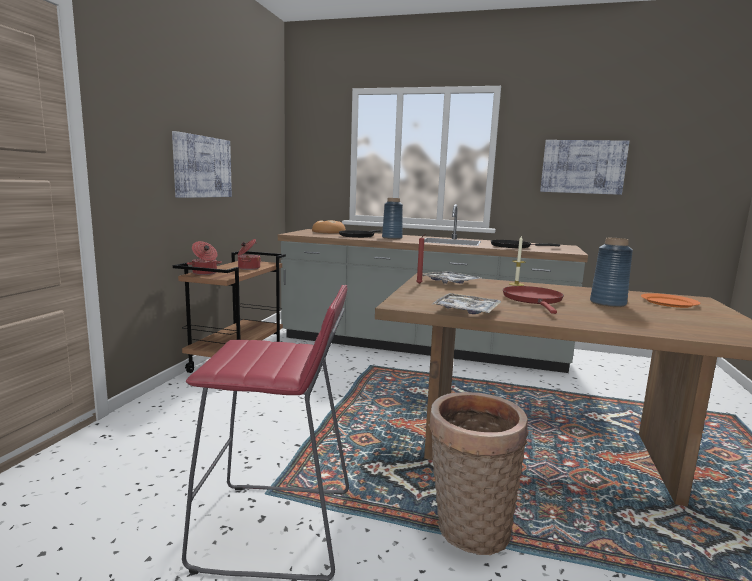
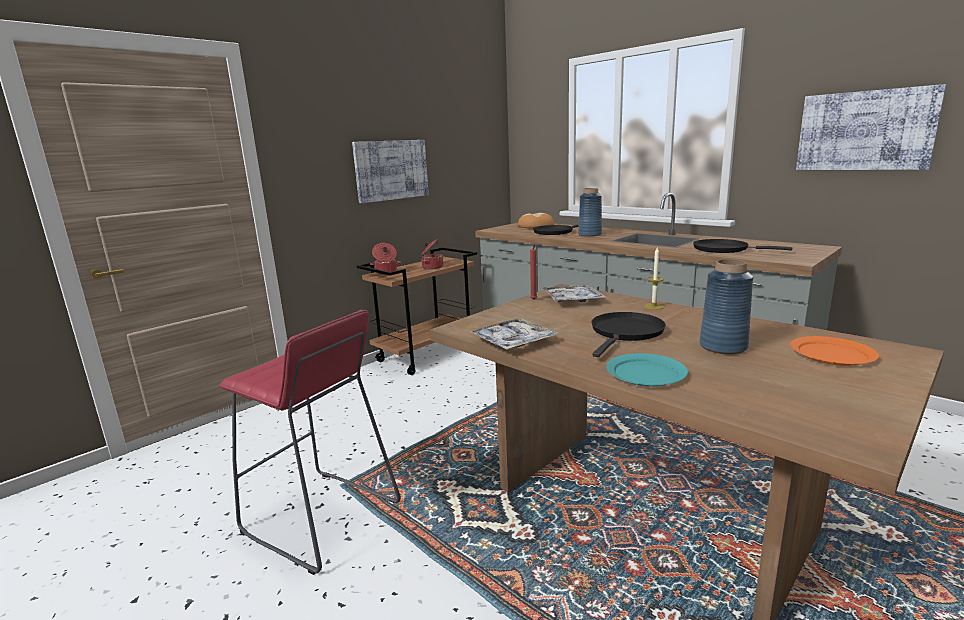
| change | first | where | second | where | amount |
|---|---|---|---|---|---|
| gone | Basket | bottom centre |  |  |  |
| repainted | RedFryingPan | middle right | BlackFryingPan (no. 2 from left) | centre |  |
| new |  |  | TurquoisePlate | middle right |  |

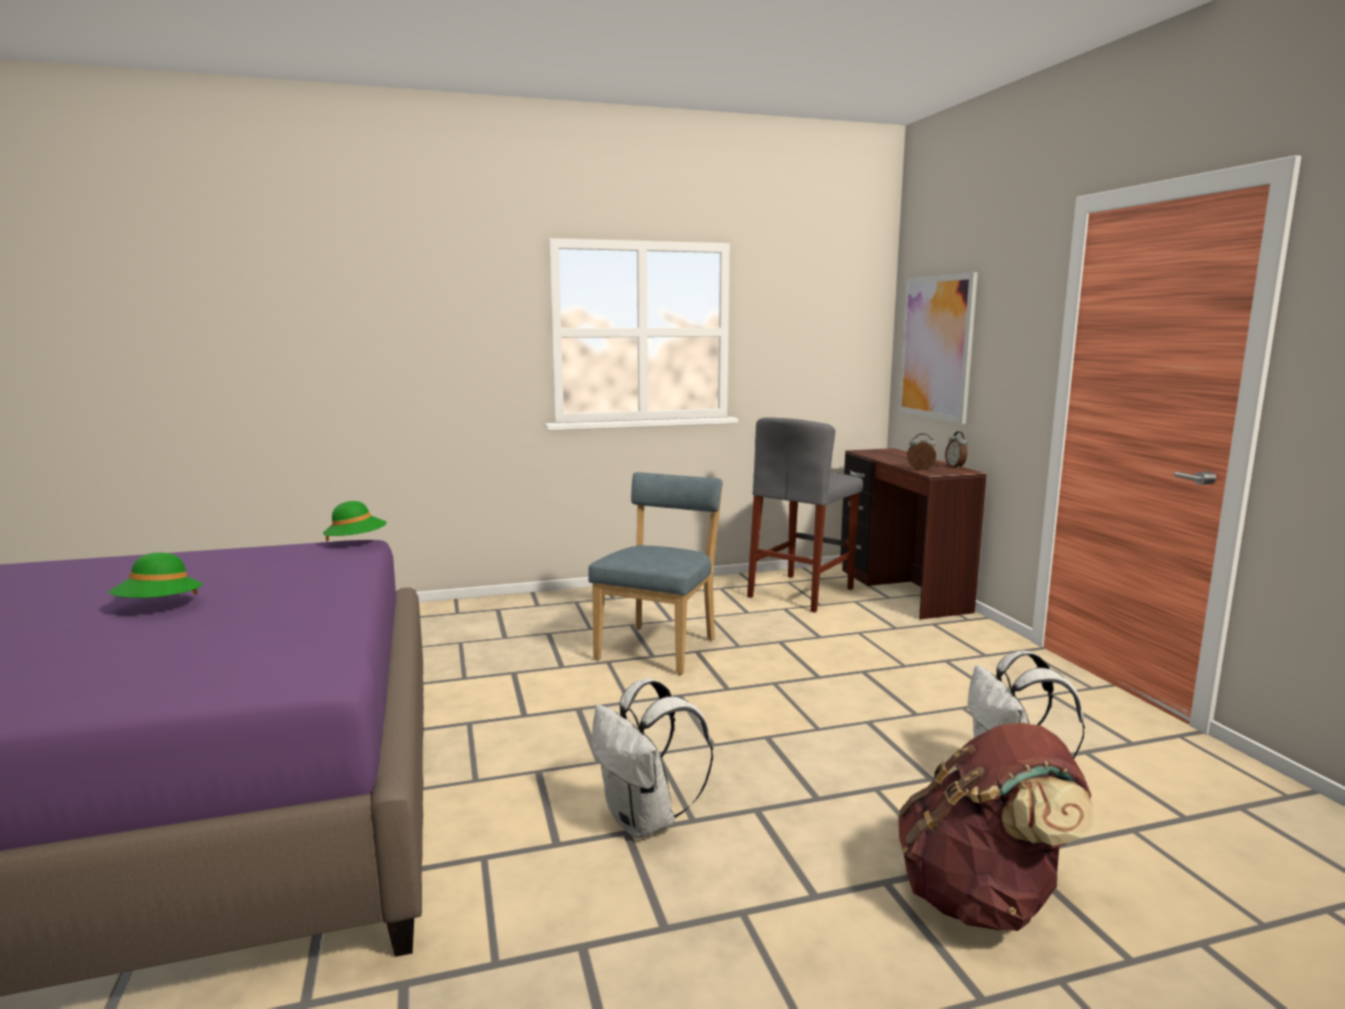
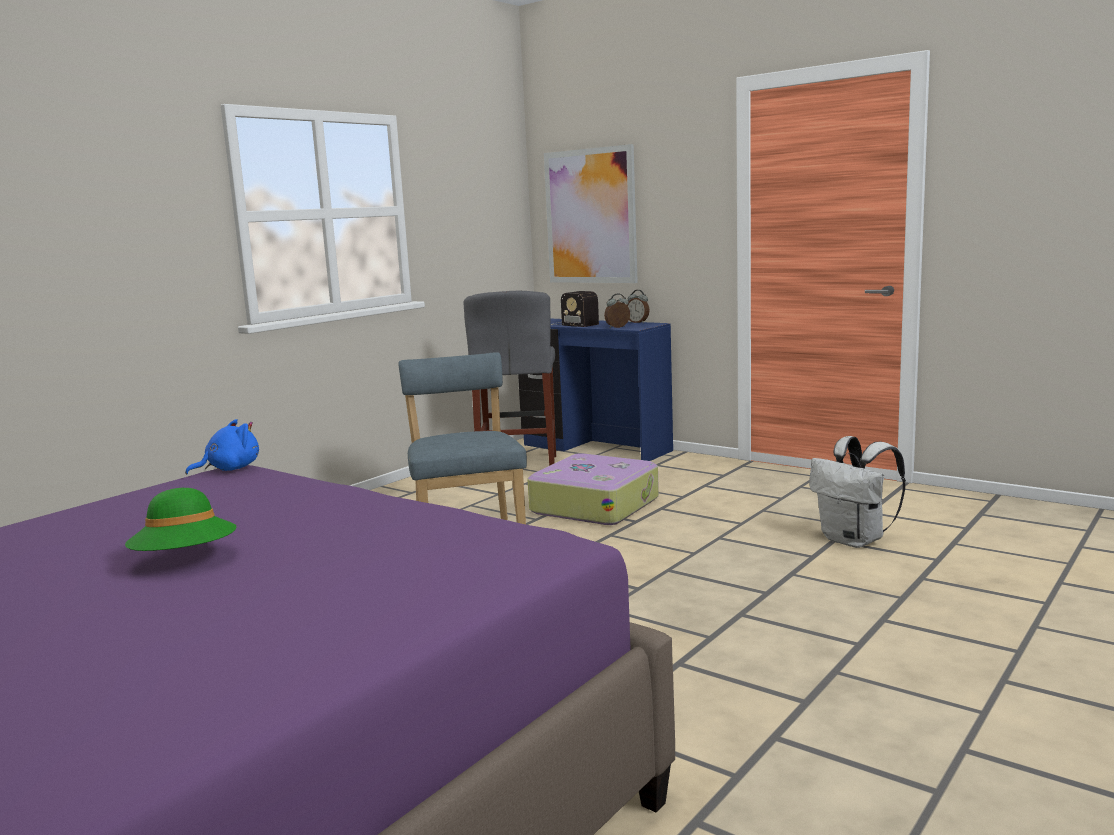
| change | first | where | second | where | amount |
|---|---|---|---|---|---|
| swapped | GreenHat (no. 2 from left) | middle left | BluePlushToy | middle left |  |
| gone | WhiteBackpack (no. 1 from left) | bottom centre |  |  |  |
| repainted | BrownDesk | middle right | BlueDesk | centre |  |
| gone | BrownBackpack | bottom right |  |  |  |
| new |  |  | Suitcase | centre |  |
| new |  |  | Radio | centre |  |

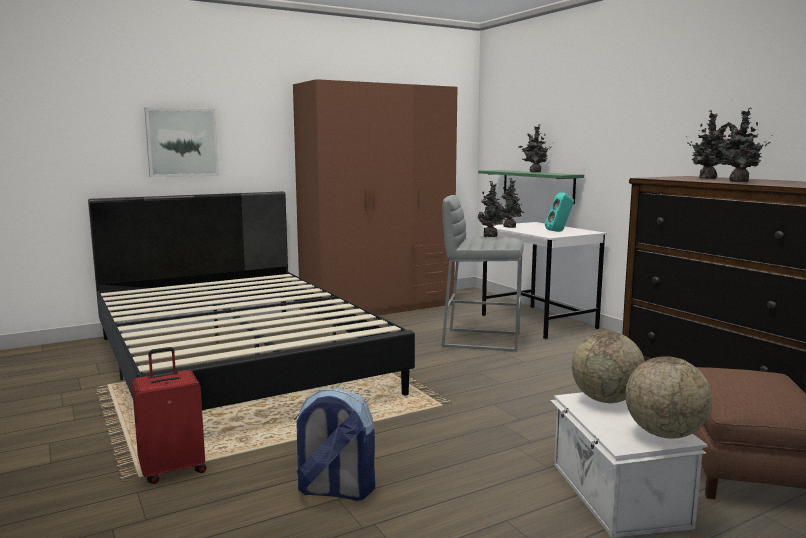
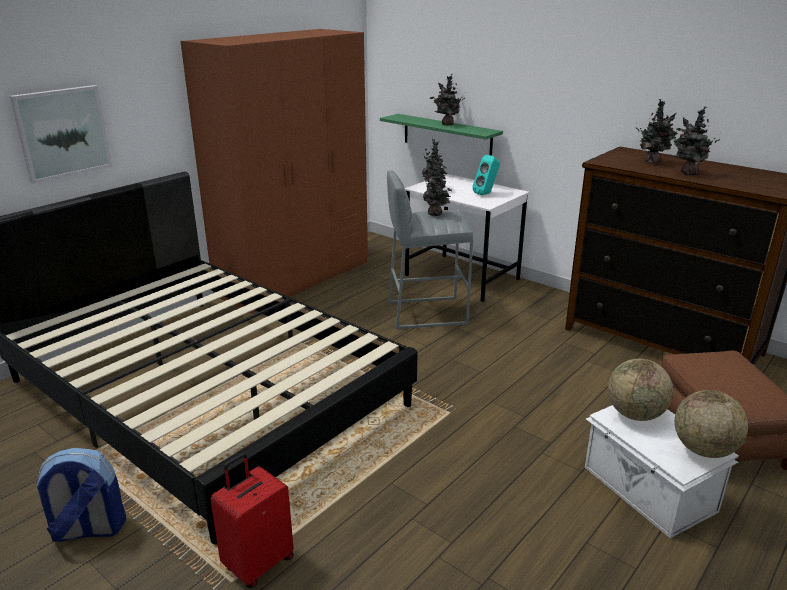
| change | first | where | second | where | amount |
|---|---|---|---|---|---|
| shifted | Backpack | bottom centre |  | bottom left |  |

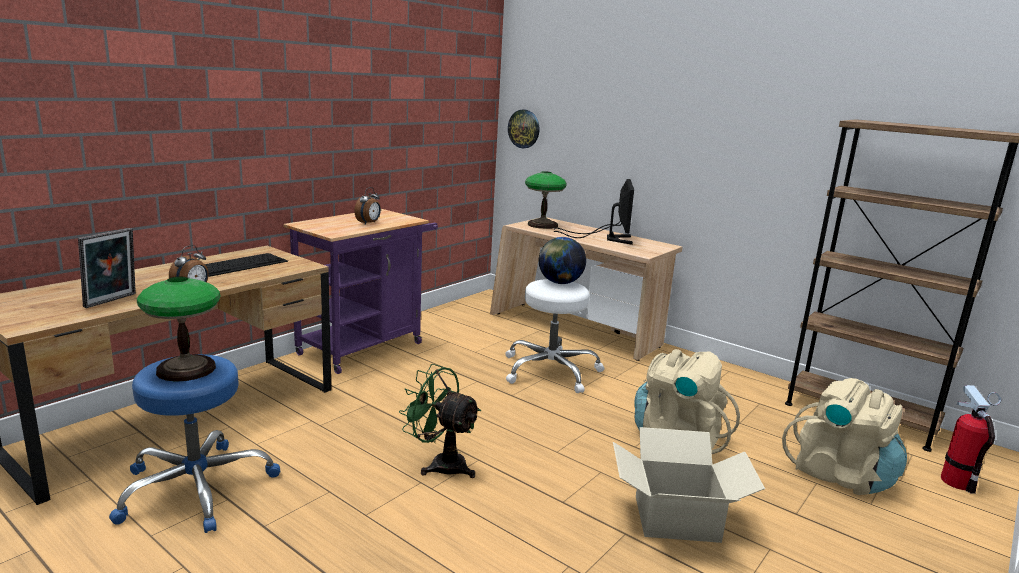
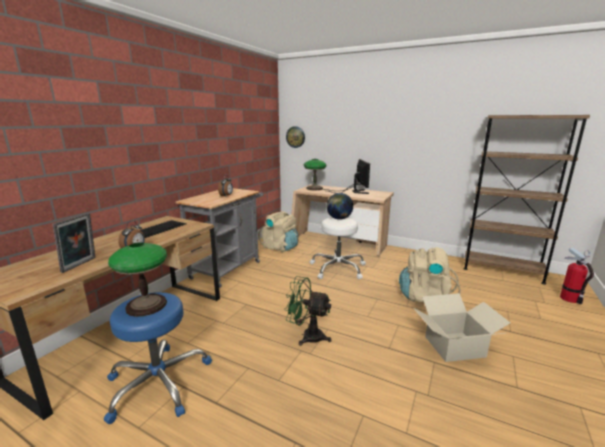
| change | first | where | second | where | amount |
|---|---|---|---|---|---|
| repainted | PurpleCart | centre | GreyCart | centre |  |
| shifted | BeigeBackpack (no. 2 from left in the first image) | bottom right | BeigeBackpack (no. 1 from left) | centre |  |

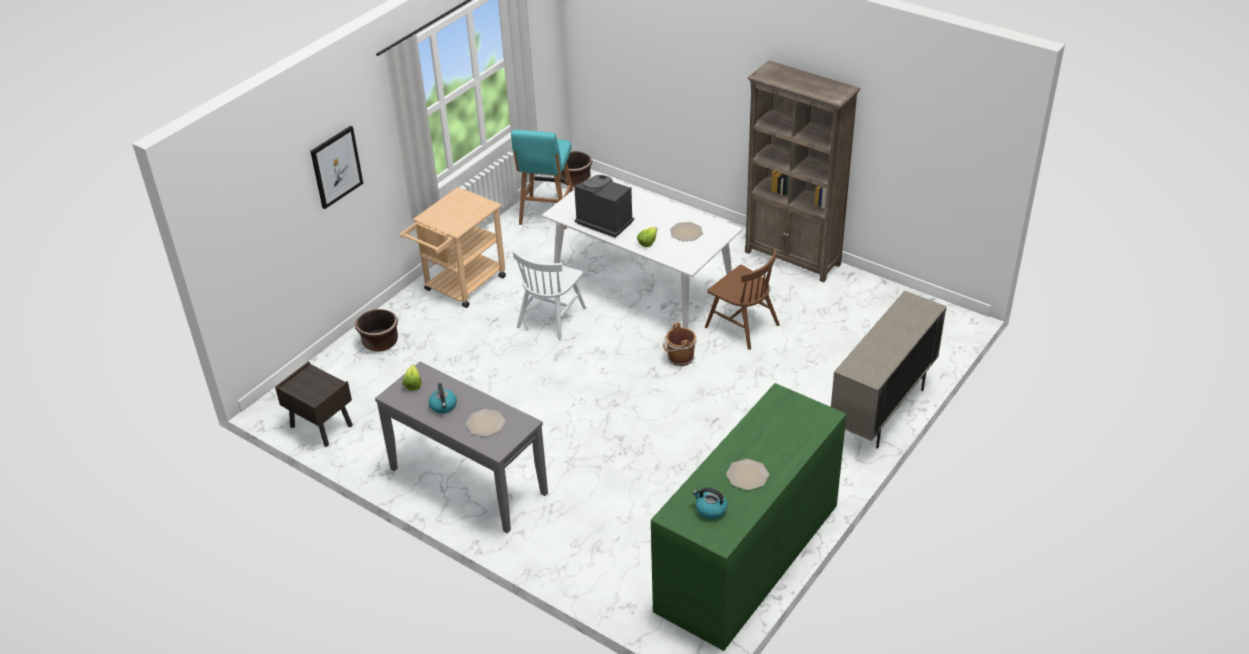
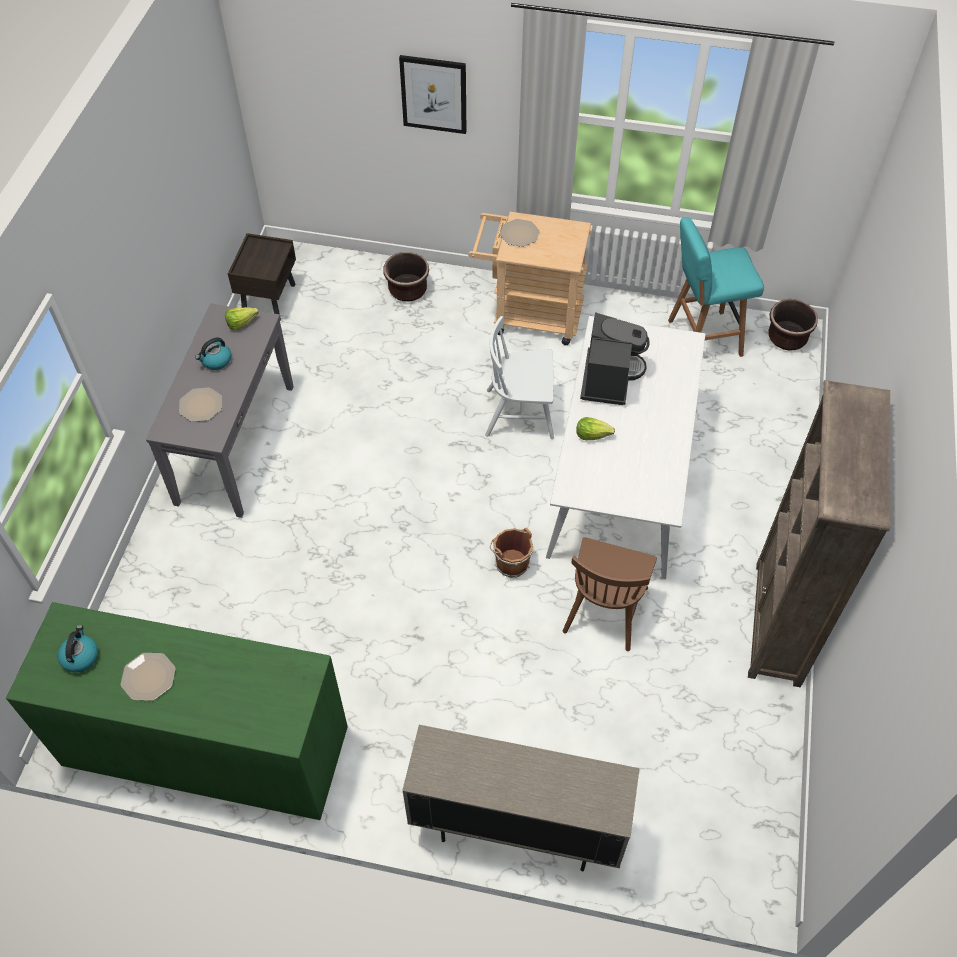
| change | first | where | second | where | amount |
|---|---|---|---|---|---|
| shifted | Plate (no. 2 from left in the first image) | centre | Plate (no. 3 from left) | top centre |  |

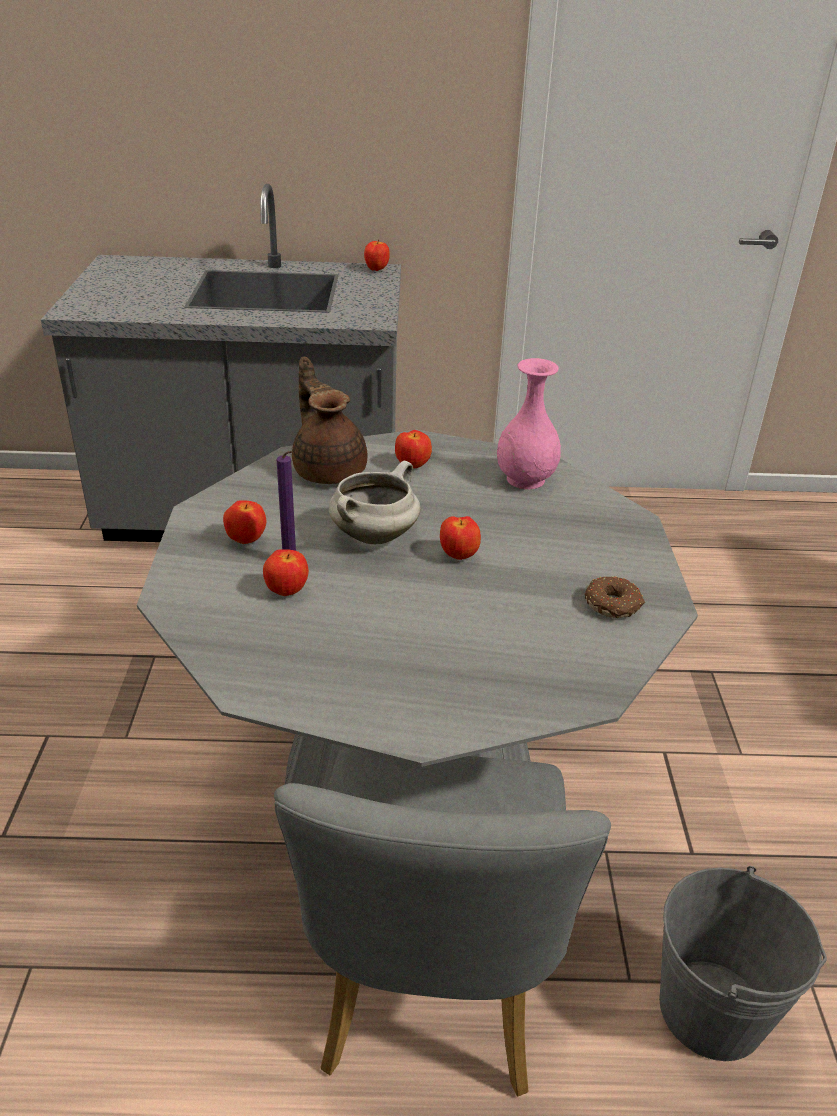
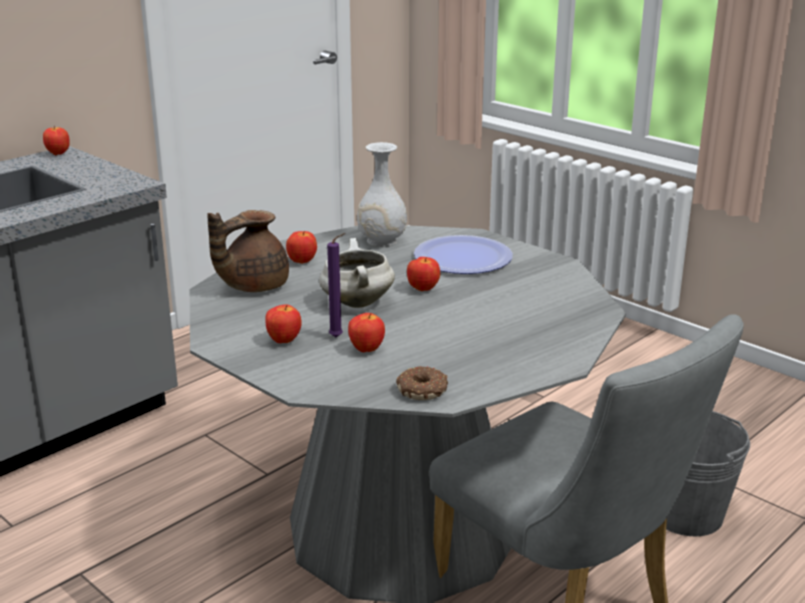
| change | first | where | second | where | amount |
|---|---|---|---|---|---|
| rotated | BrownTeapot | centre |  | middle left | 60 degrees counterclockwise |
| repainted | PinkVase | centre | WhiteVase | top centre |  |
| shifted | Donut | middle right |  | centre |  |
| new |  |  | Plate | centre |  |

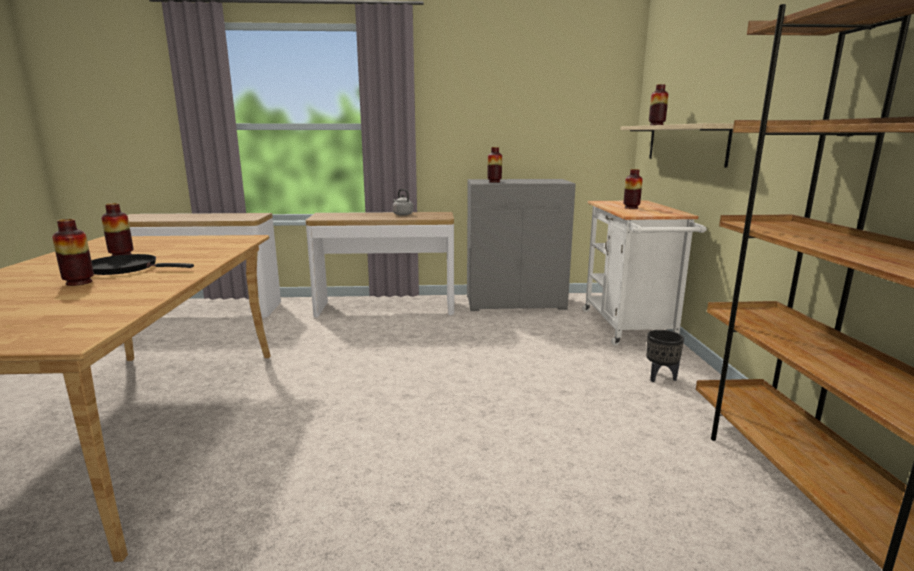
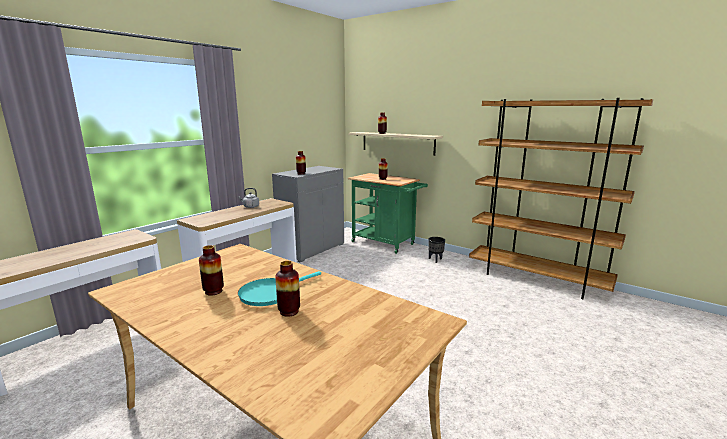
| change | first | where | second | where | amount |
|---|---|---|---|---|---|
| repainted | BlackFryingPan | middle left | TurquoiseFryingPan | centre |  |
| repainted | WhiteCart | middle right | GreenCart | centre |  |

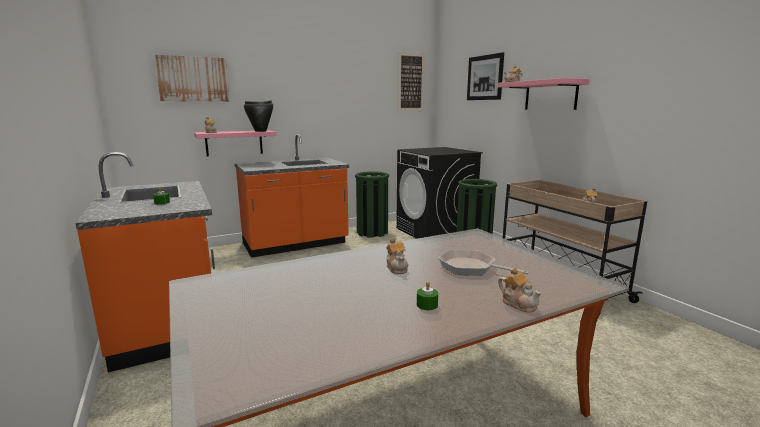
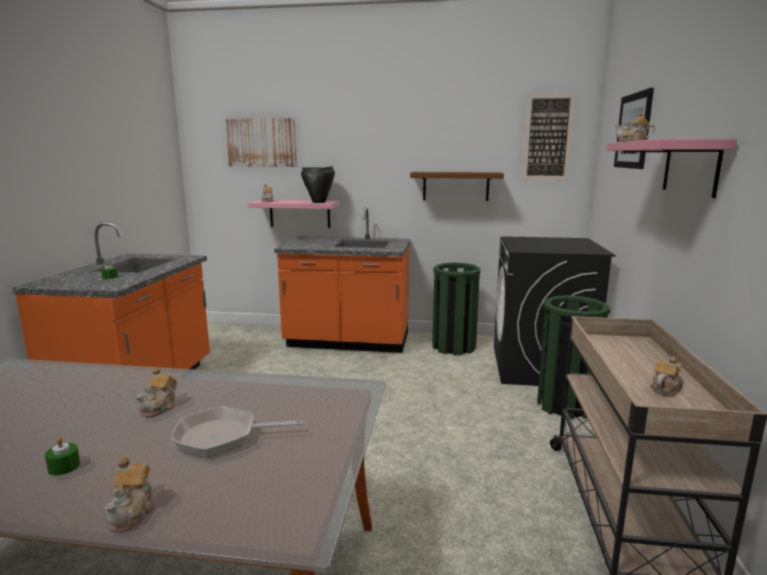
| change | first | where | second | where | amount |
|---|---|---|---|---|---|
| rotated | FryingPan | centre |  | bottom left | 75 degrees counterclockwise |
| new |  |  | BrownShelf | top centre |  |

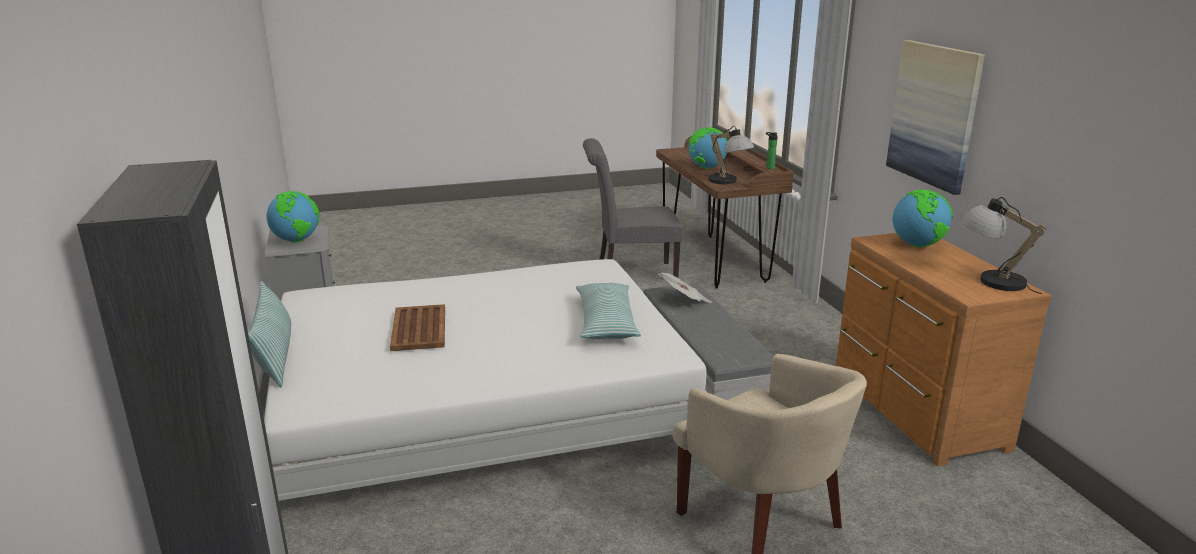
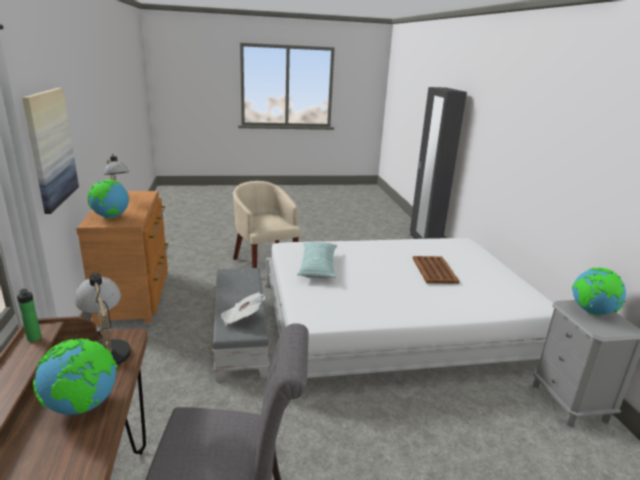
| change | first | where | second | where | amount |
|---|---|---|---|---|---|
| gone | Pillow (no. 1 from left) | middle left |  |  |  |

